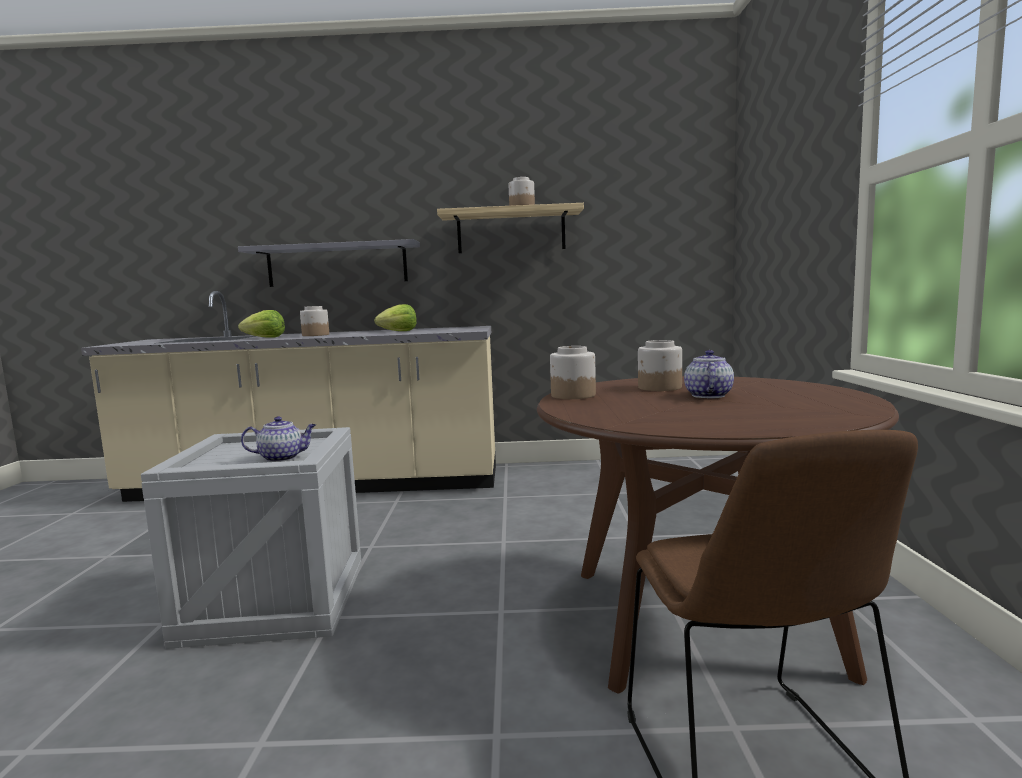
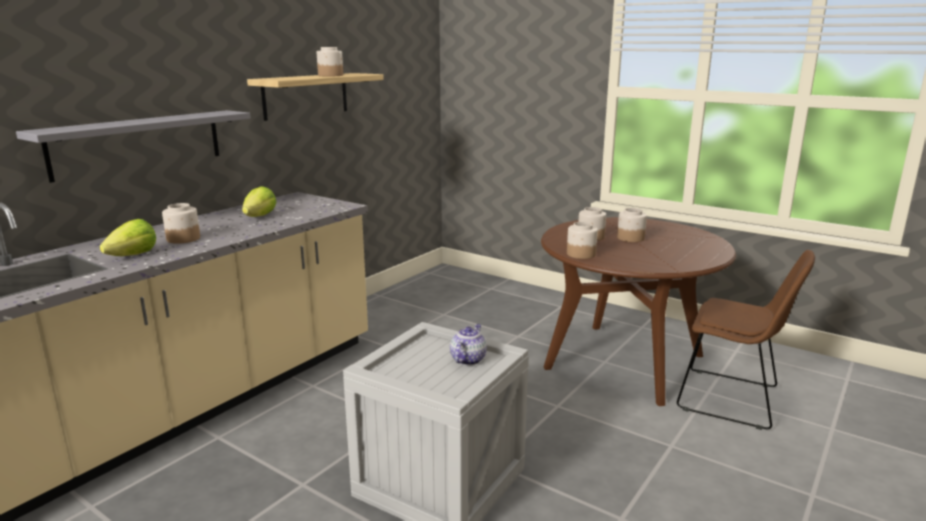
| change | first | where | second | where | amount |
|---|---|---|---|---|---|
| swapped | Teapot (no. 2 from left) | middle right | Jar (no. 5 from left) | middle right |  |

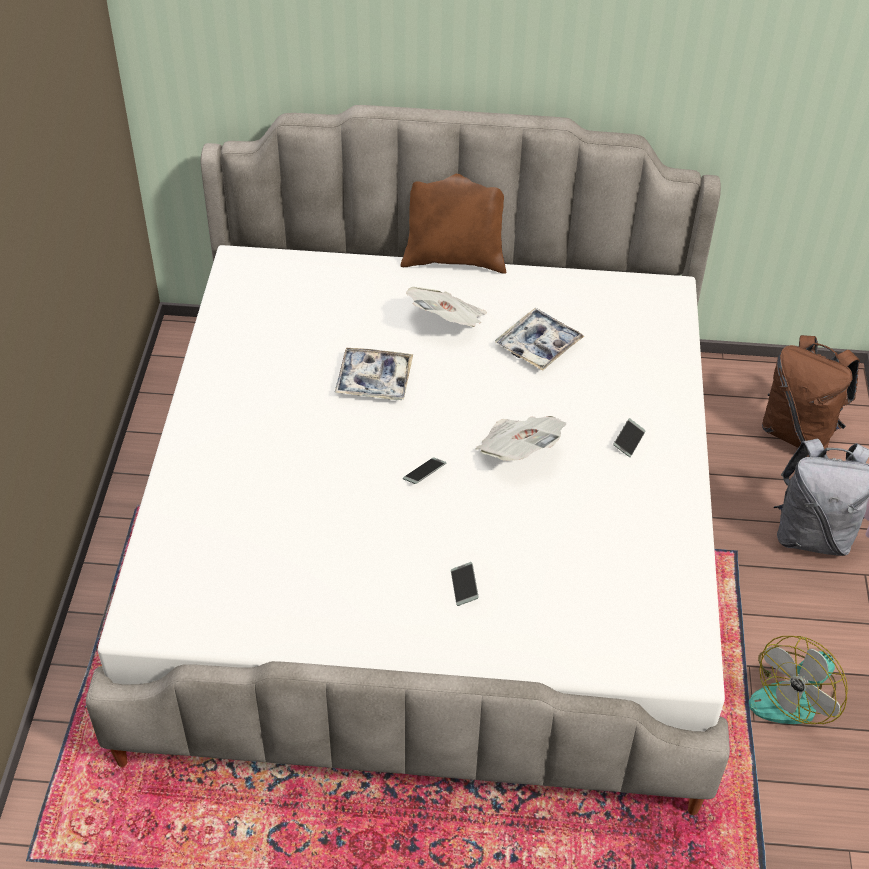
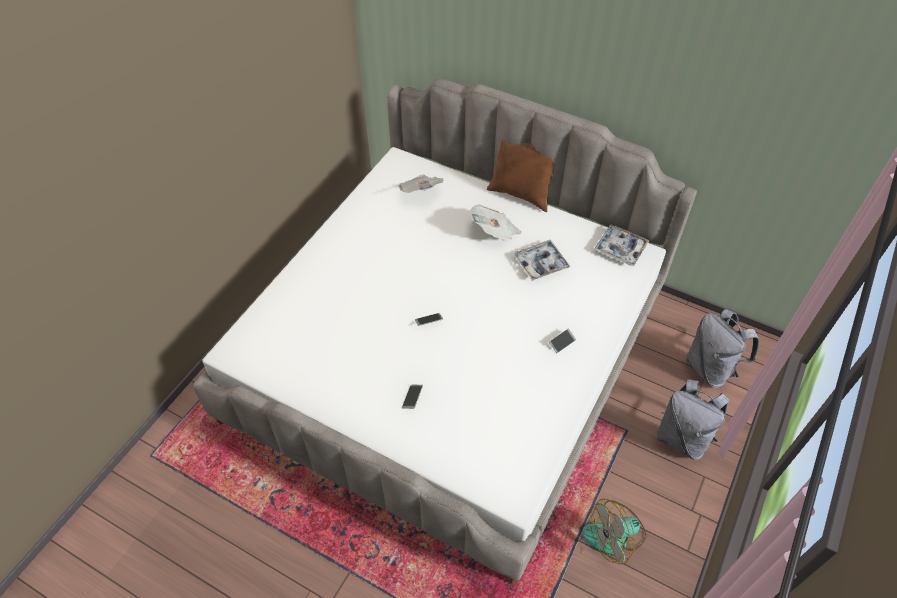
| change | first | where | second | where | amount |
|---|---|---|---|---|---|
| shifted | Tray (no. 1 from left in the first image) | centre | Tray (no. 2 from left) | middle right |  |
| shifted | Newspaper (no. 2 from left in the first image) | centre | Newspaper (no. 1 from left) | top centre |  |
| repainted | BrownBackpack | middle right | GreyBackpack (no. 2 from left) | middle right |  |

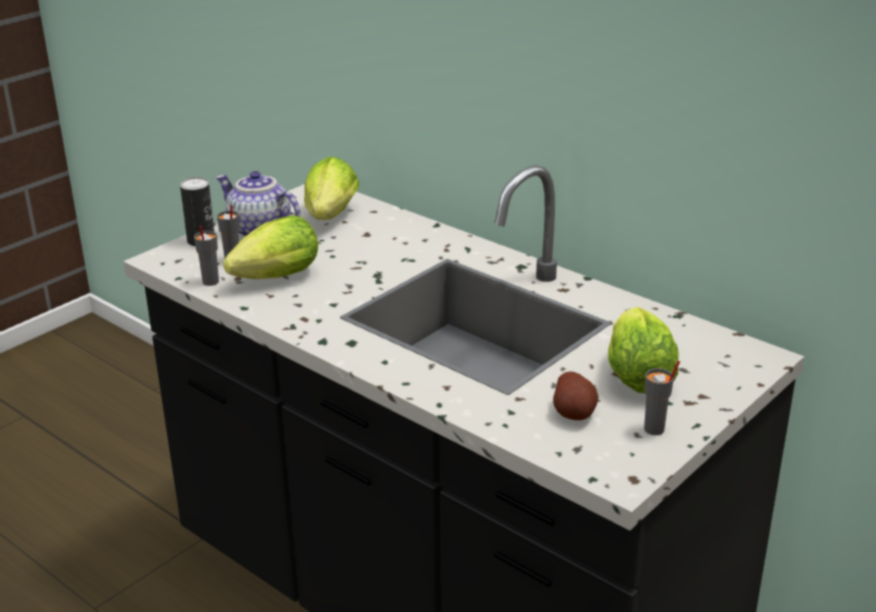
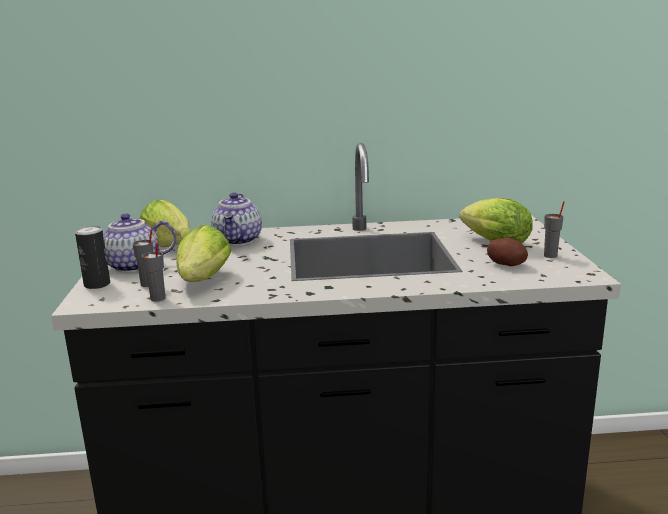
| change | first | where | second | where | amount |
|---|---|---|---|---|---|
| new |  |  | Teapot (no. 2 from left) | centre |  |

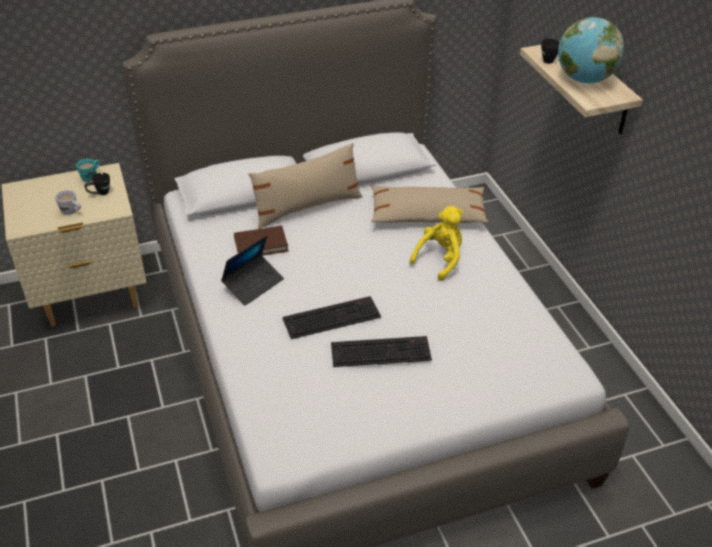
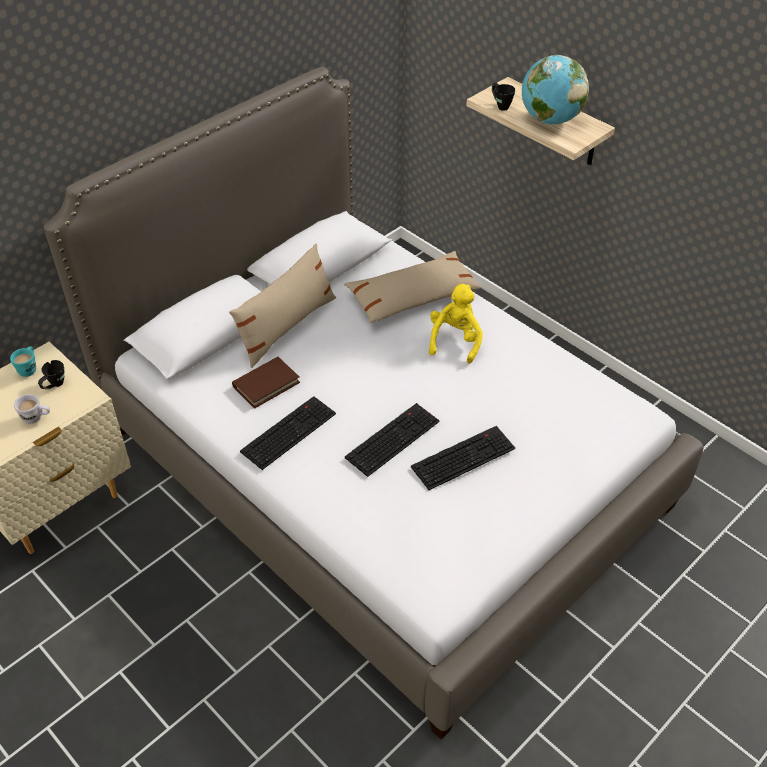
| change | first | where | second | where | amount |
|---|---|---|---|---|---|
| swapped | Laptop | centre | Keyboard (no. 1 from left) | centre |  |

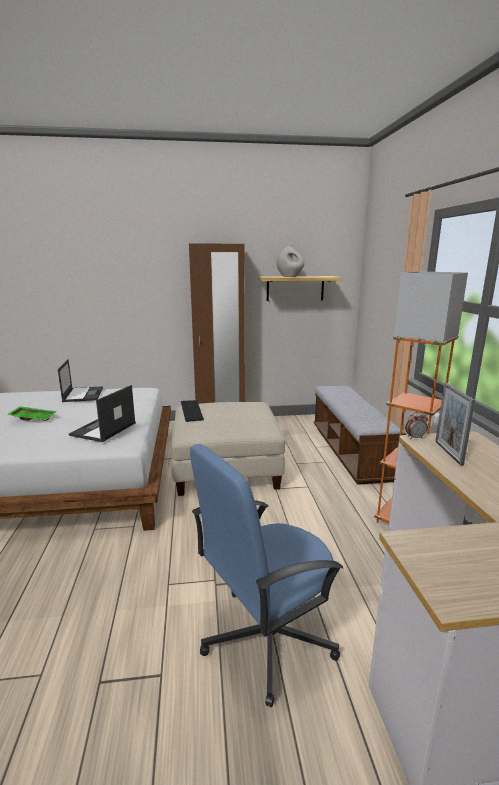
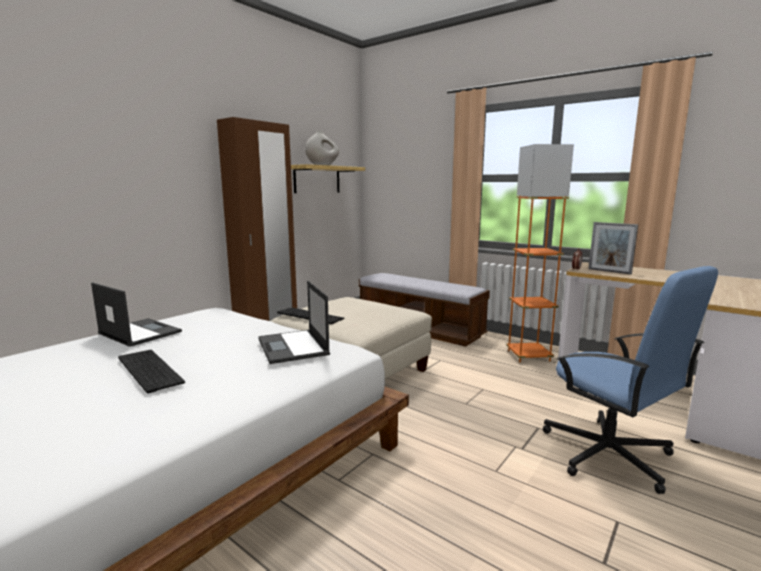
| change | first | where | second | where | amount |
|---|---|---|---|---|---|
| swapped | GreenTray | middle left | Keyboard (no. 1 from left) | middle left |  |
| rotated | BlueOfficeChair | bottom centre |  | middle right | 45 degrees counterclockwise |

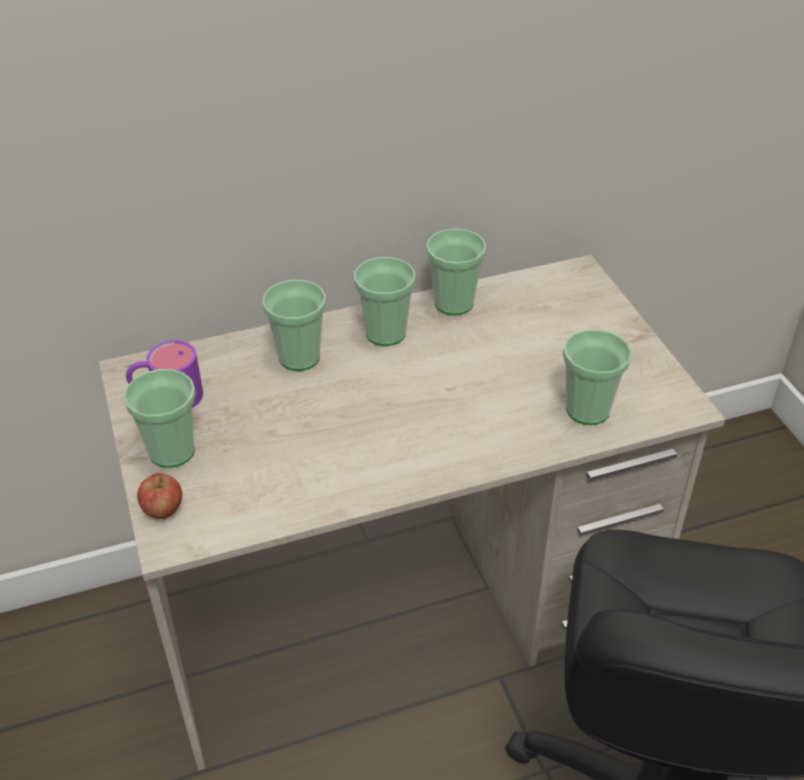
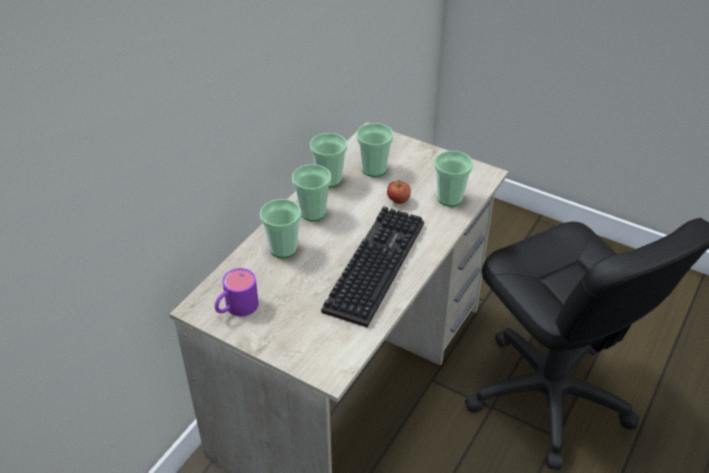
| change | first | where | second | where | amount |
|---|---|---|---|---|---|
| shifted | Cup (no. 1 from left in the first image) | middle left | Cup (no. 4 from left) | top centre |  |
| shifted | Apple | middle left |  | centre |  |
| new |  |  | Keyboard | centre |  |

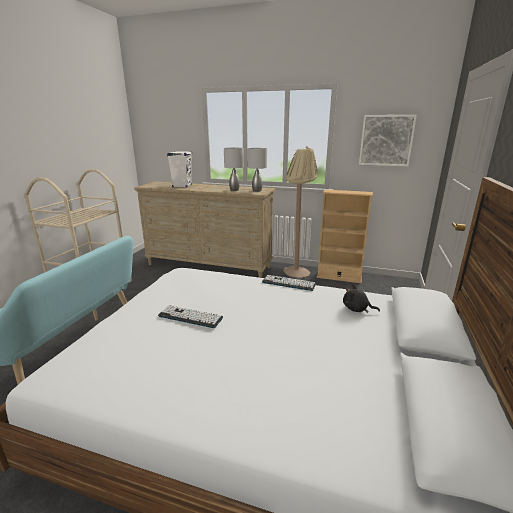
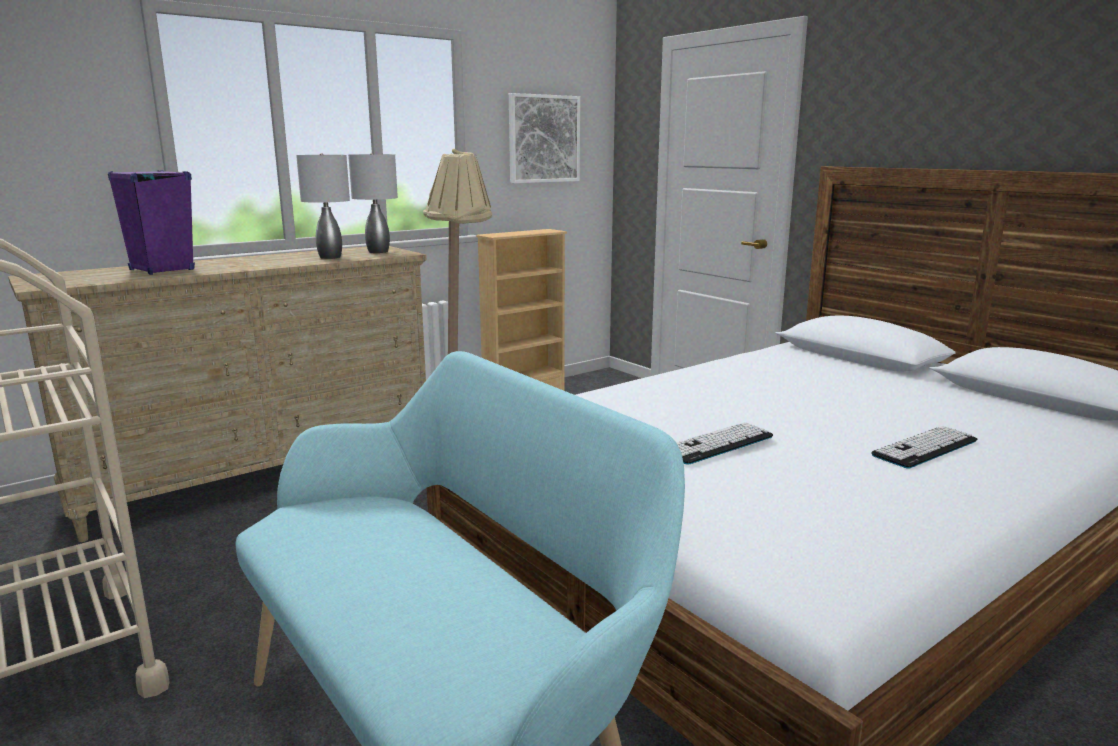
| change | first | where | second | where | amount |
|---|---|---|---|---|---|
| repainted | WhiteSpeaker | top centre | PurpleSpeaker | top left |  |
| shifted | Keyboard (no. 2 from left) | centre |  | middle right |  |
| gone | BlackPlushToy | middle right |  |  |  |

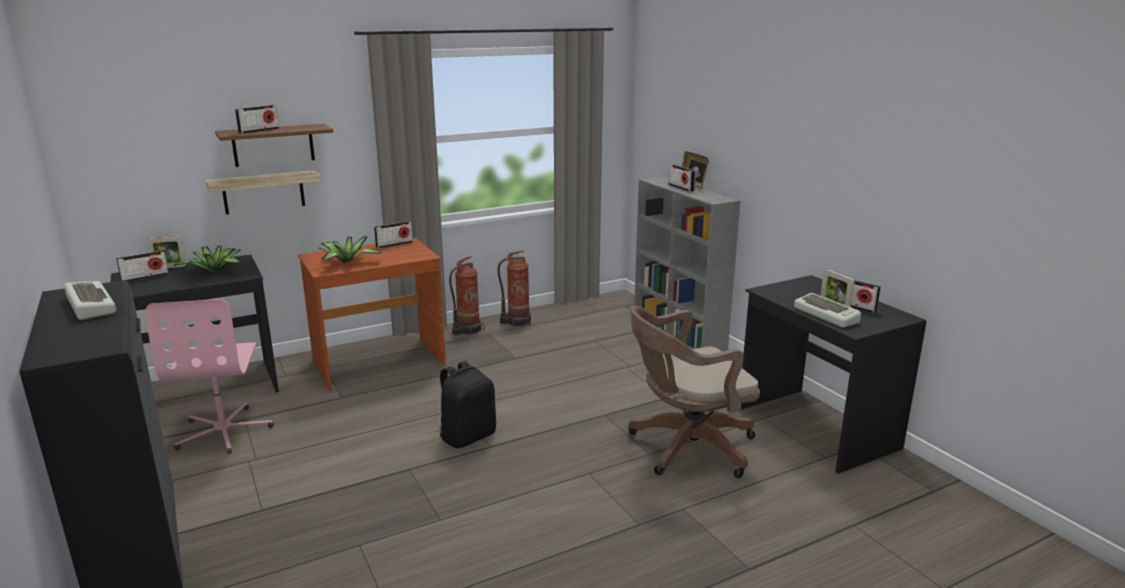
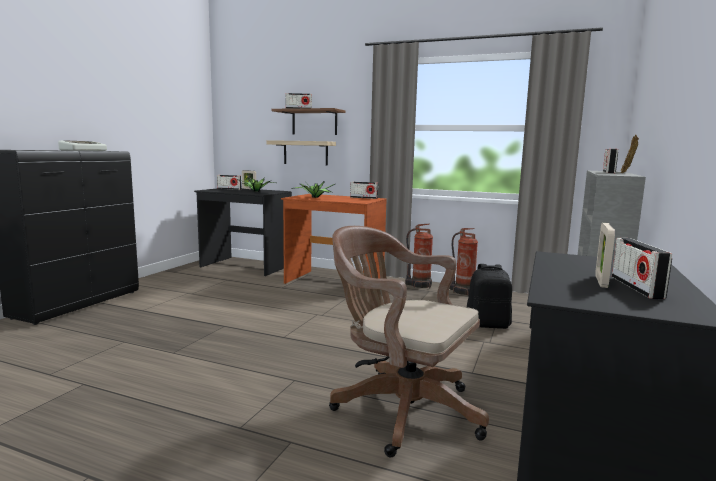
| change | first | where | second | where | amount |
|---|---|---|---|---|---|
| gone | PinkOfficeChair | middle left |  |  |  |
| shifted | BlackBackpack | bottom centre |  | middle right |  |
| gone | Keyboard (no. 2 from left) | middle right |  |  |  |

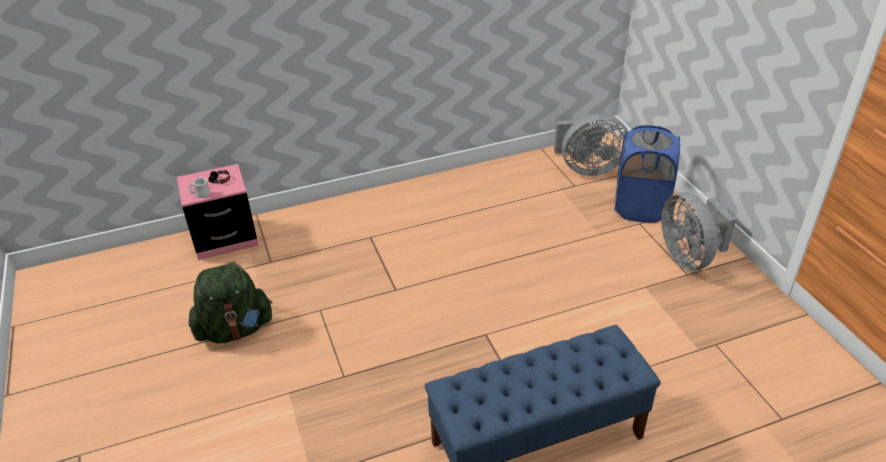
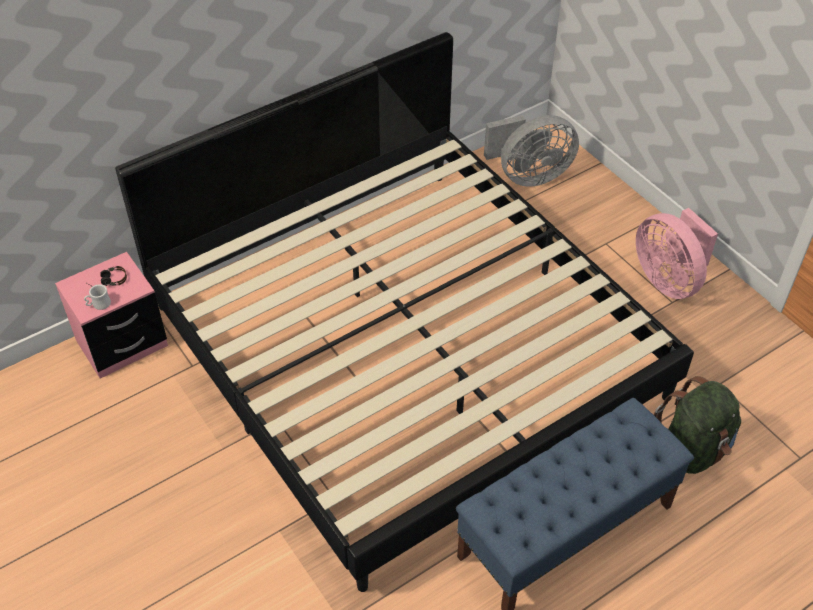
| change | first | where | second | where | amount |
|---|---|---|---|---|---|
| shifted | GreenBackpack | middle left |  | bottom right |  |
| gone | BlueLaundryBasket | middle right |  |  |  |
| repainted | GreyFan (no. 2 from left) | middle right | PinkFan | middle right |  |
| new |  |  | Bed | centre |  |

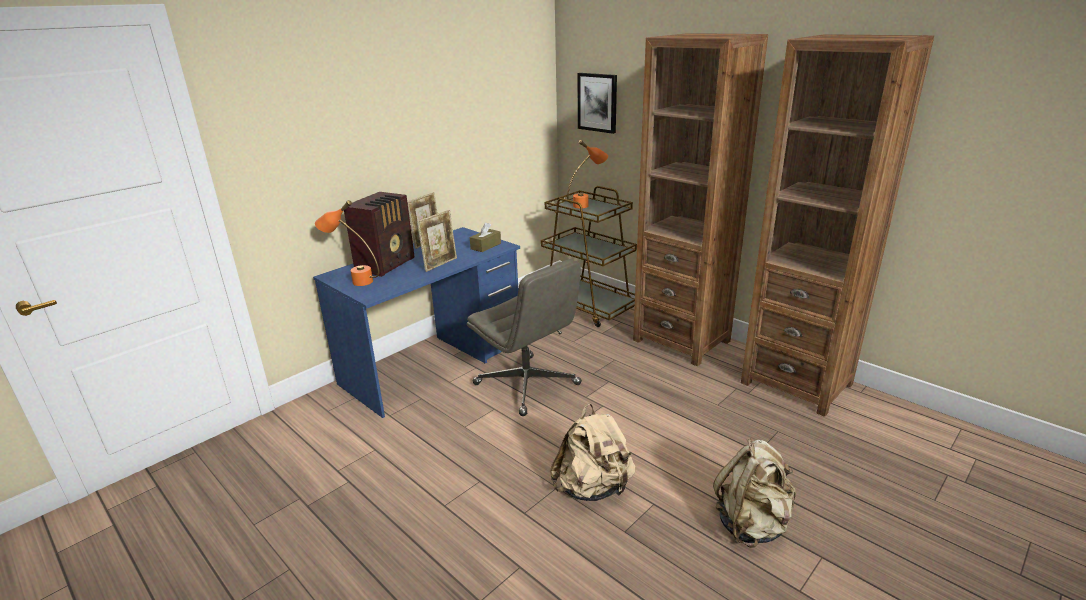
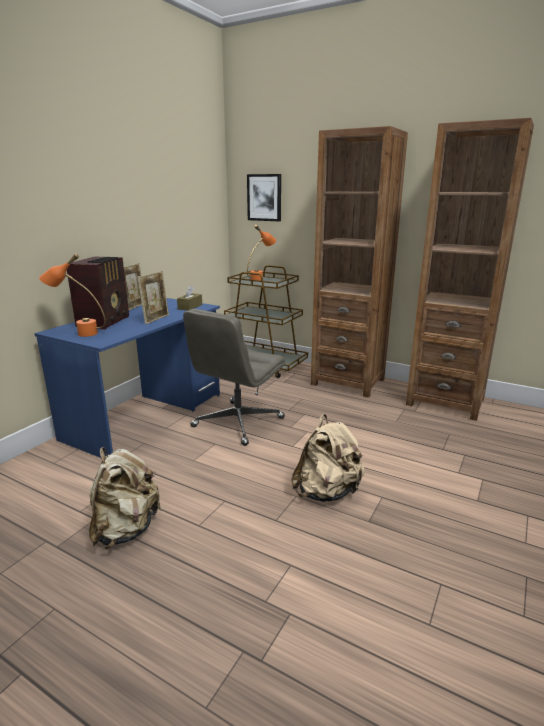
| change | first | where | second | where | amount |
|---|---|---|---|---|---|
| rotated | GreyOfficeChair | centre |  | centre | 90 degrees clockwise |
| shifted | BeigeBackpack (no. 2 from left in the first image) | bottom right | BeigeBackpack (no. 1 from left) | bottom left |  |

